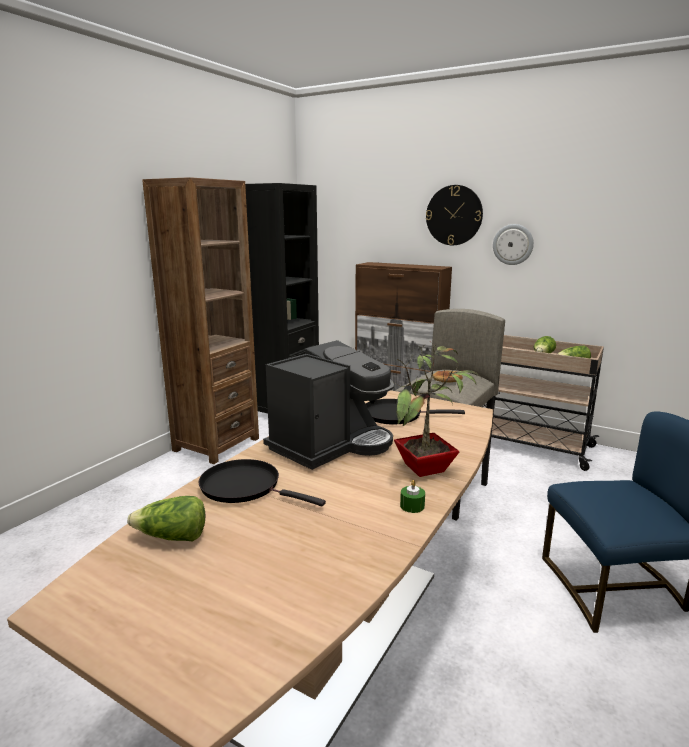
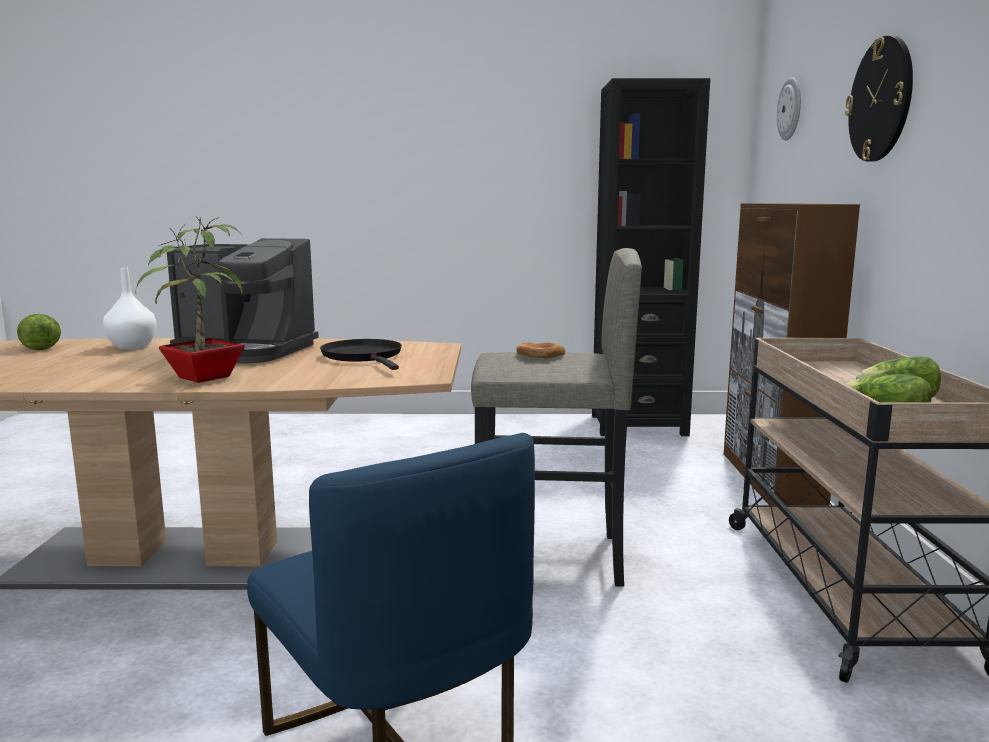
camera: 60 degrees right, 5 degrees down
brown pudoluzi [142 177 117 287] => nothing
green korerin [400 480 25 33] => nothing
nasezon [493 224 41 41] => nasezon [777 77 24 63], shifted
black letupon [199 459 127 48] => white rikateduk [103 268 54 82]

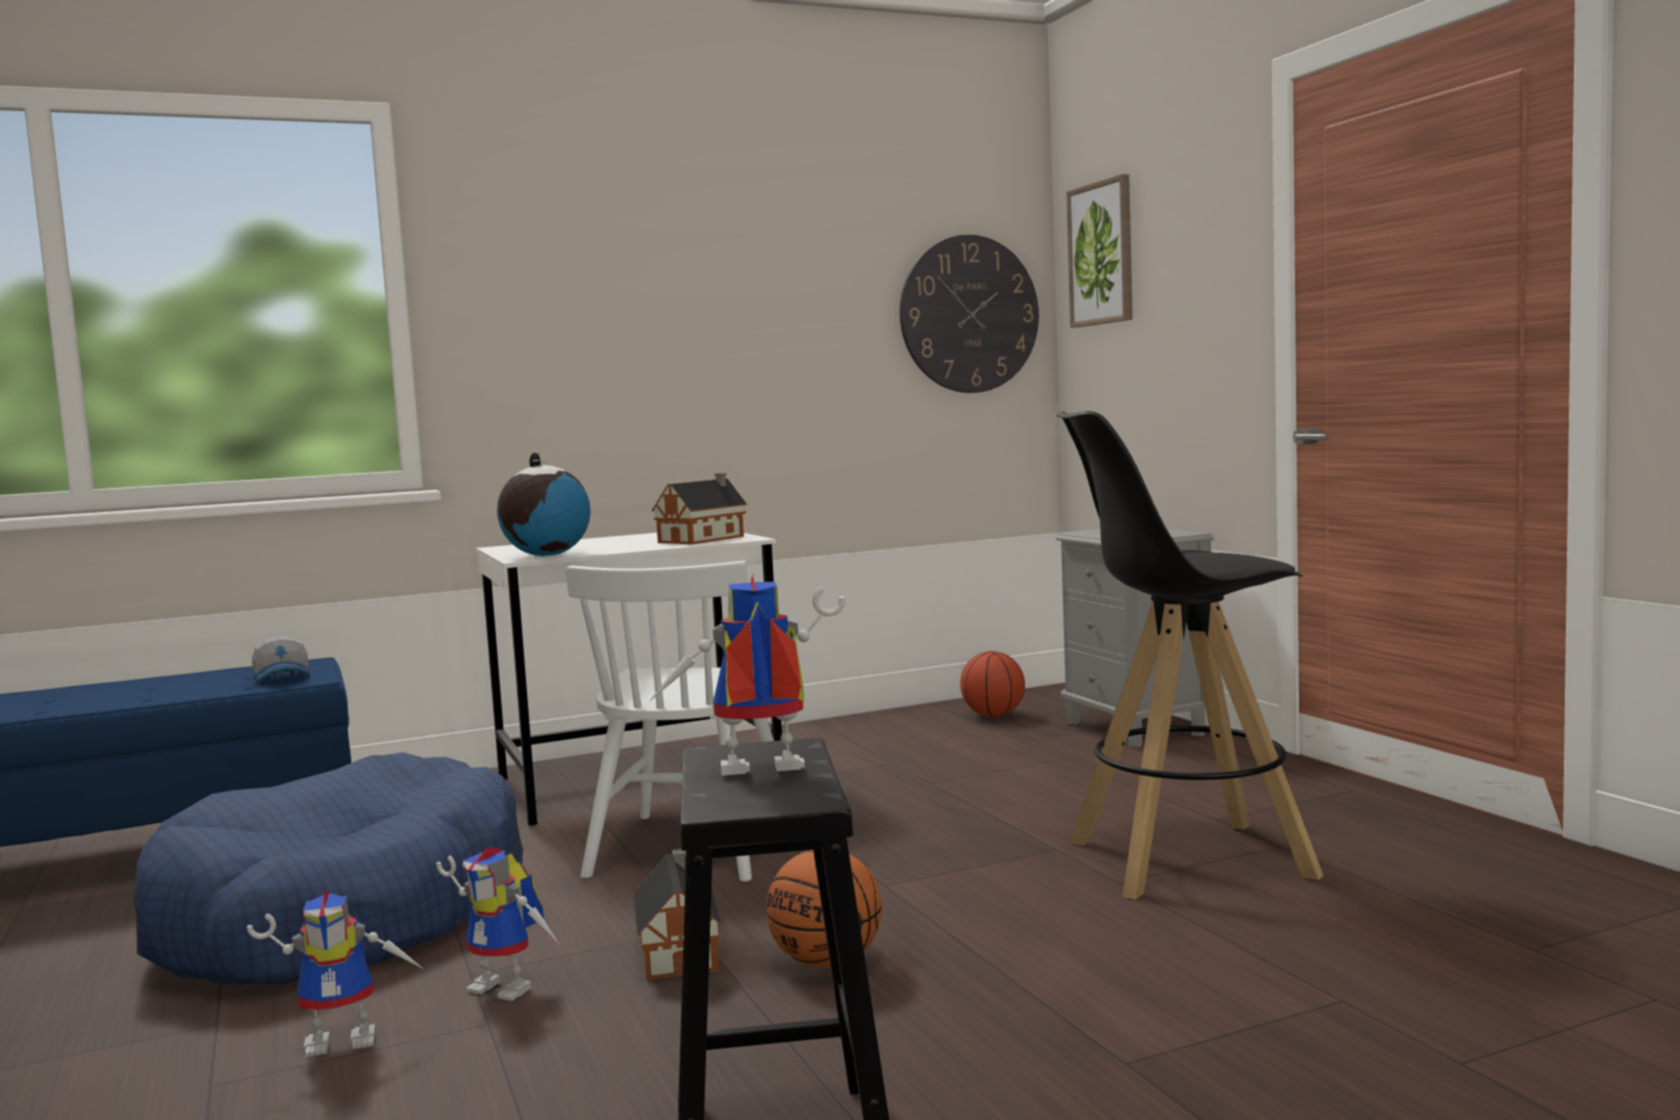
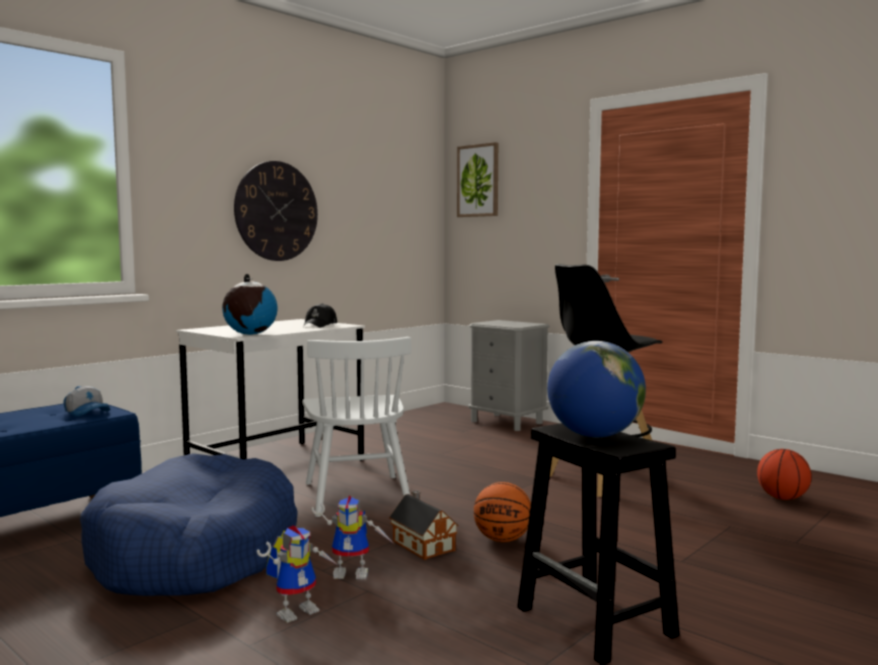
camera: 25 degrees left, 0 degrees up
nasezon [900 235 139 158] => nasezon [234 161 84 100], shifted
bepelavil [960 651 65 66] => bepelavil [757 449 55 51], shifted
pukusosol [649 574 196 202] => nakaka [547 341 99 96]
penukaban [652 473 95 72] => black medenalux [303 303 34 25]

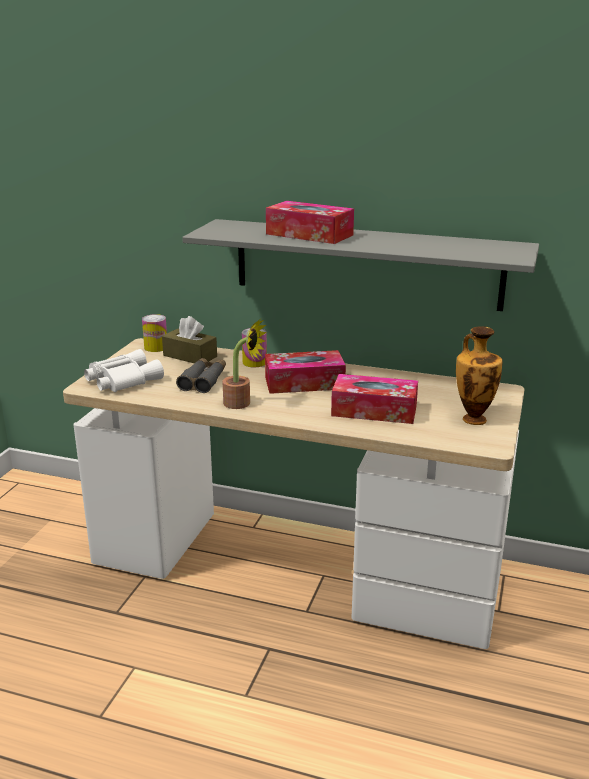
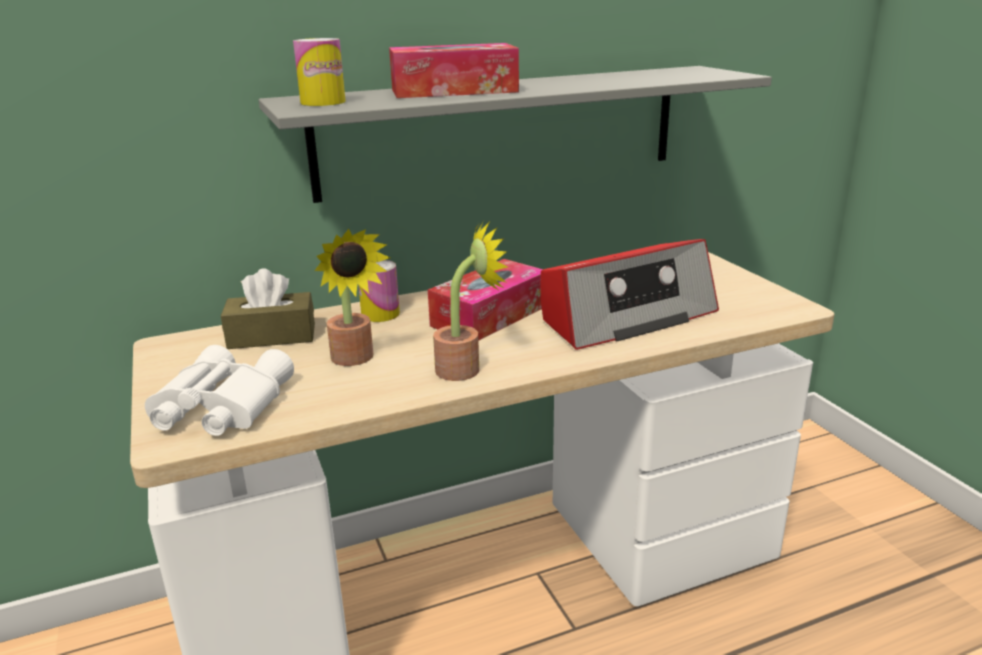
camera: 40 degrees left, 0 degrees up
rikateduk [456 326 46 99] => nothing
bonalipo [142 314 25 38] => bonalipo [293 38 53 68], shifted
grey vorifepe [176 358 50 35] => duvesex [315 229 76 137]
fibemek [331 374 87 50] => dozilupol [540 239 179 111]

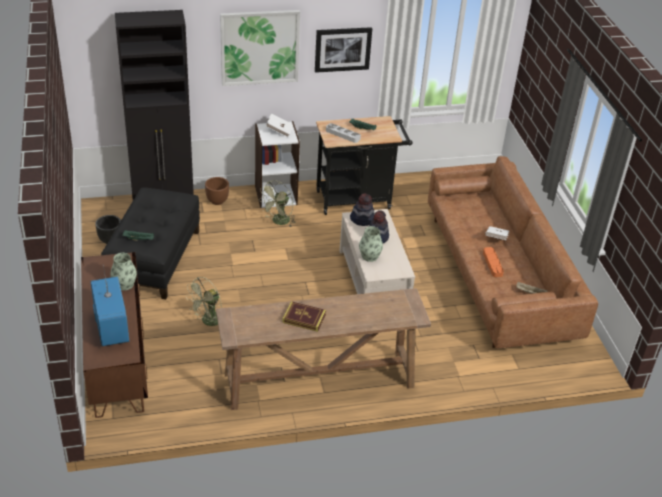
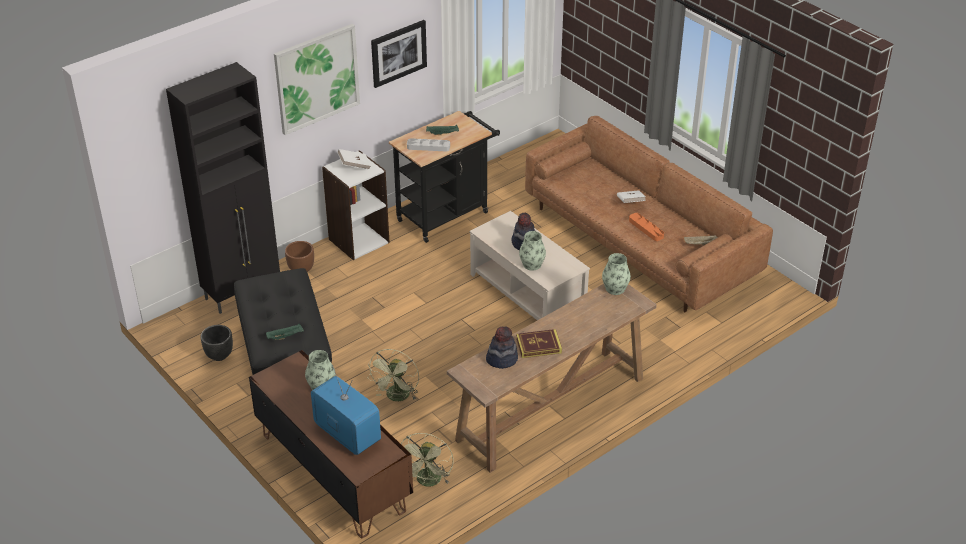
camera: 25 degrees left, 0 degrees up
nothing => rikateduk [602 253 29 42]
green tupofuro [259 180 37 47] => green tupofuro [401 433 53 53], shifted
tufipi [350 193 24 33] => tufipi [486 326 32 43], shifted

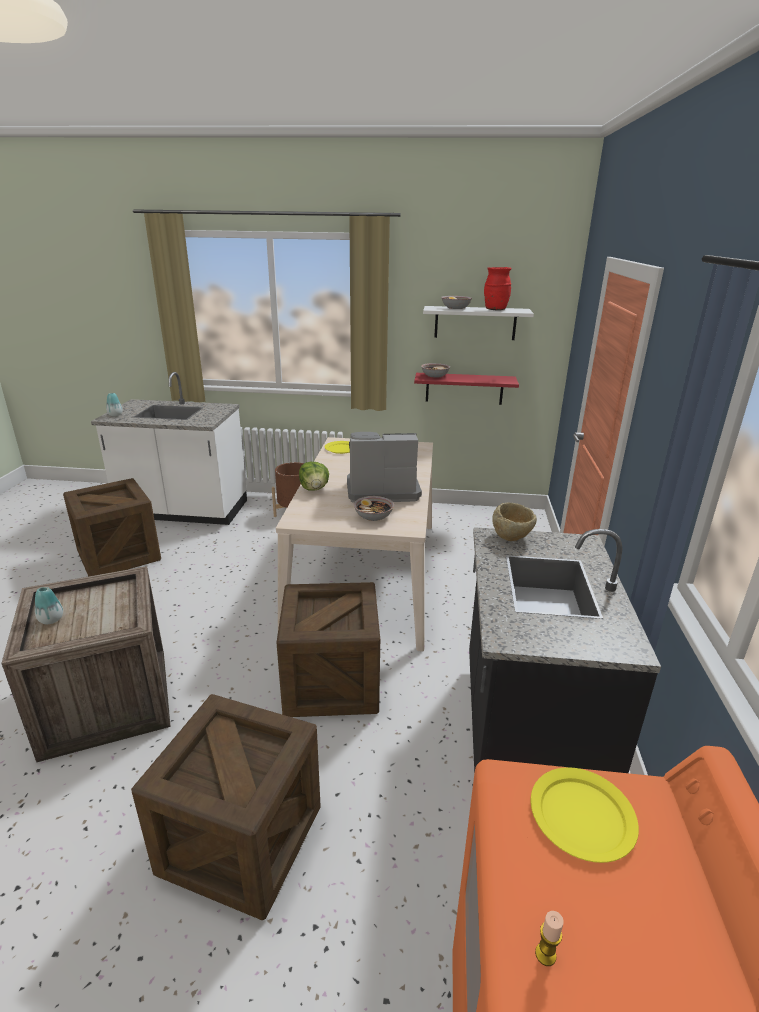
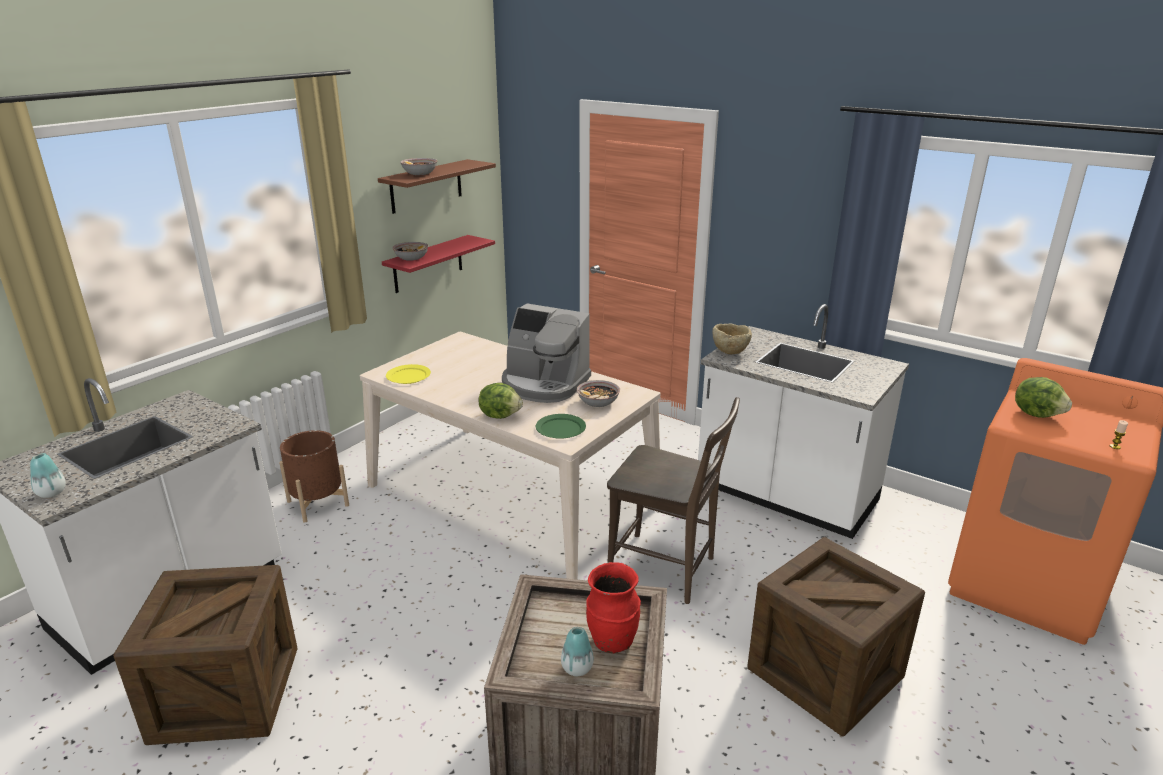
camera: 60 degrees left, 0 degrees up
nothing => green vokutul [536 414 50 25]
red rikateduk [484 267 28 44] => red rikateduk [586 562 55 91], shifted
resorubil [276 582 104 135] => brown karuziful [607 397 133 207]
yellow vokutul [531 767 108 96] => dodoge [1015 377 57 41]
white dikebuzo [423 306 111 34] => brown dikebuzo [378 159 118 55]
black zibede [469 527 192 246] => white zibede [698 304 211 235]
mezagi [347 432 75 71] => mezagi [502 303 89 100], 90 degrees counterclockwise

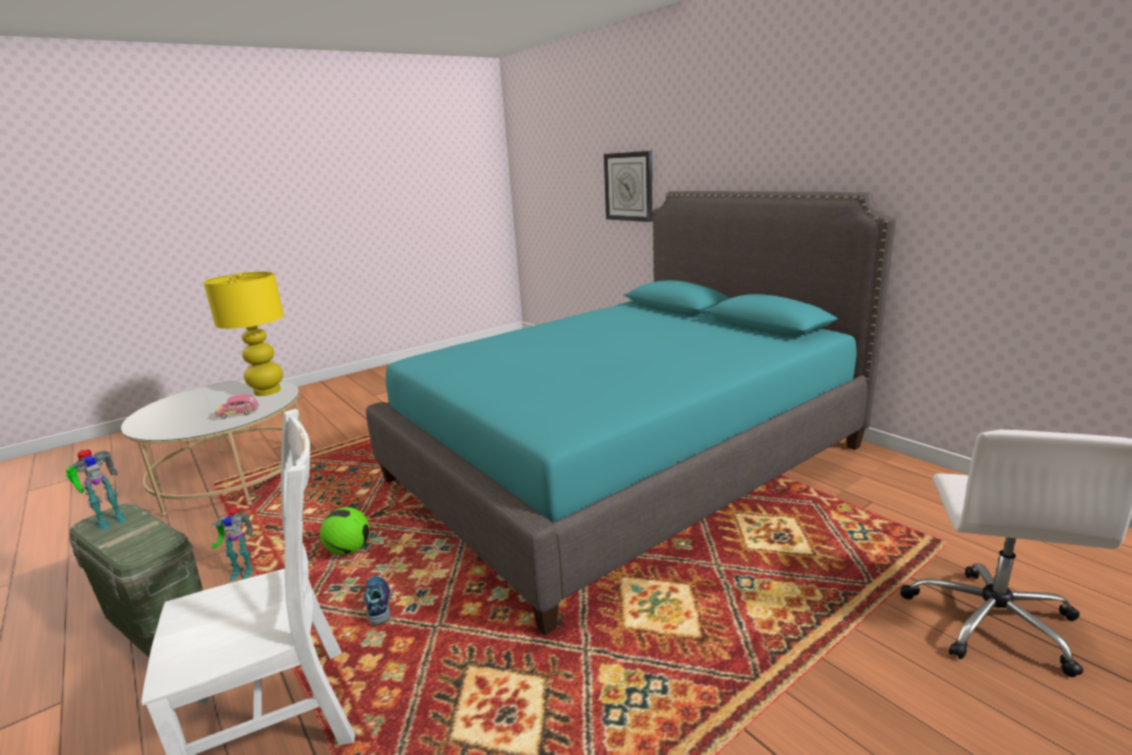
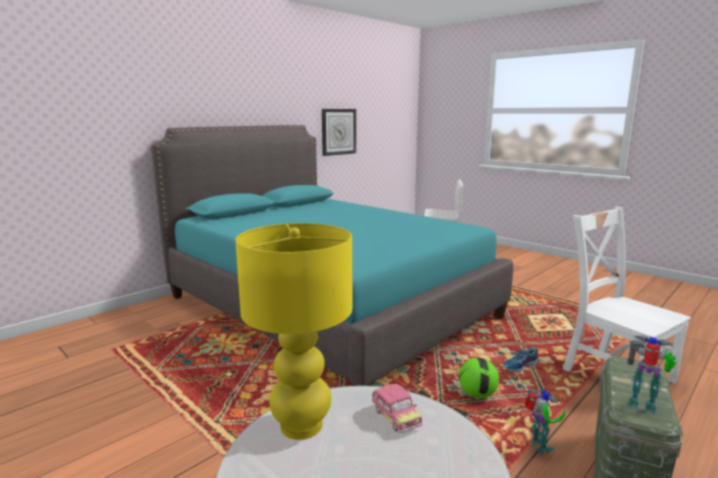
camera: 100 degrees left, 5 degrees down
nasezon [604 151 49 71] => nasezon [322 109 34 47], shifted

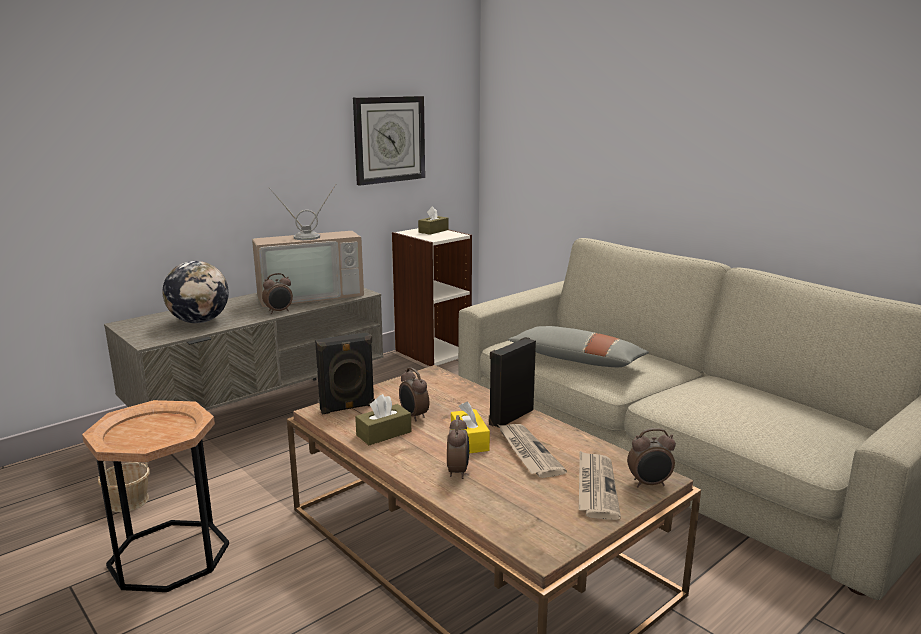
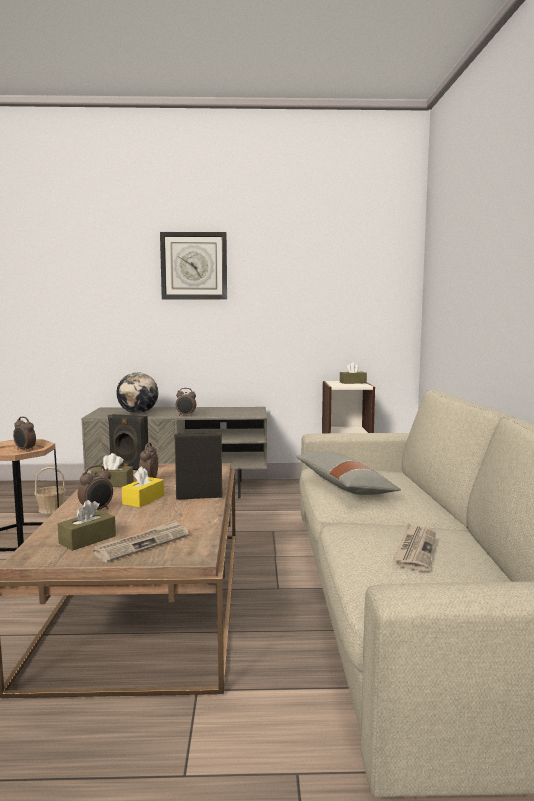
camera: 40 degrees right, 10 degrees down
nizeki [252 184 112 123] => nothing
nothing => brown fibemek [58 500 58 51]
nasezon [353 96 72 90] => nasezon [160 232 67 67], shifted
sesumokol [498 424 69 54] => sesumokol [393 523 43 48], shifted
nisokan [627 428 49 59] => nisokan [13 417 23 35], shifted

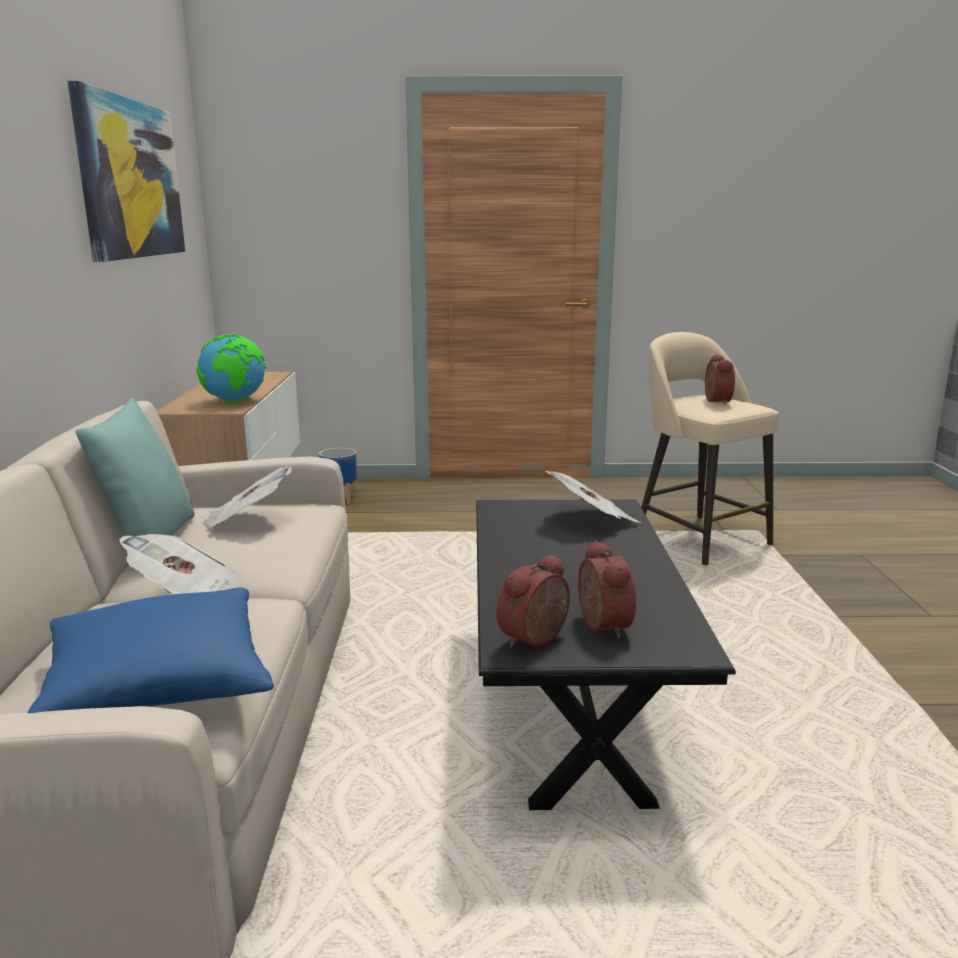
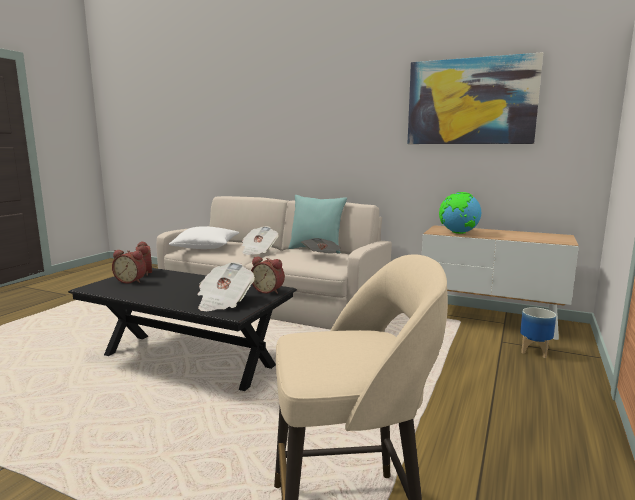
camera: 115 degrees right, 5 degrees down
nisokan [705 354 30 51] => nisokan [251 256 34 38], shifted
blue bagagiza [27 588 247 125] => white bagagiza [169 226 71 23]

